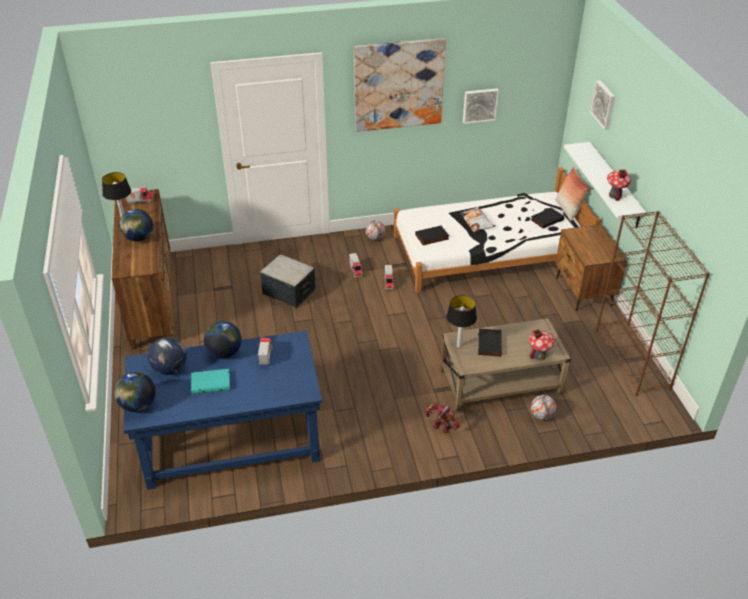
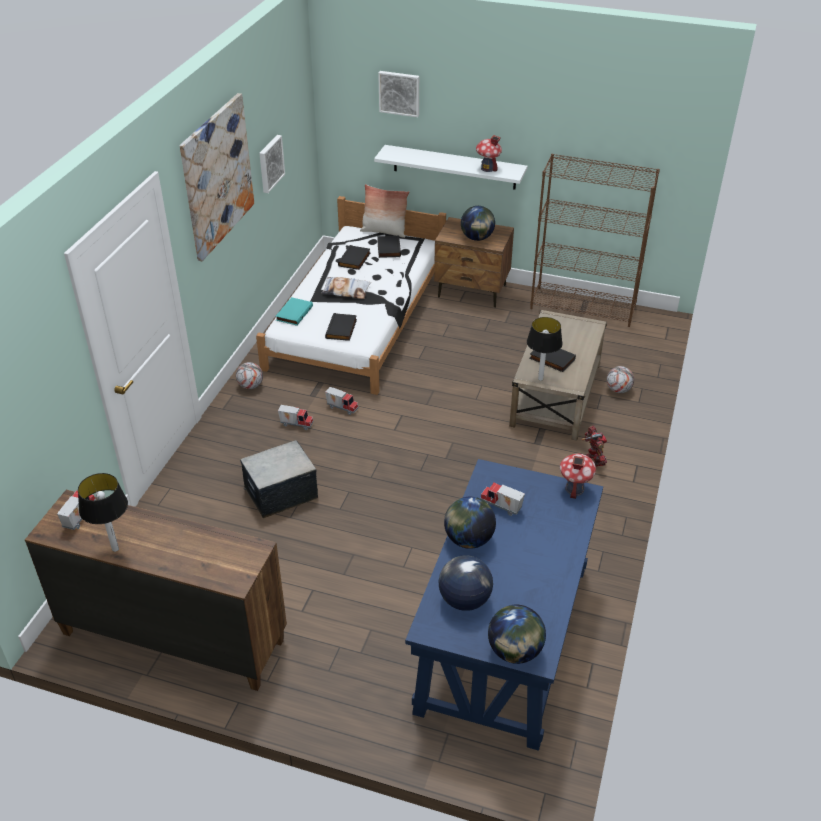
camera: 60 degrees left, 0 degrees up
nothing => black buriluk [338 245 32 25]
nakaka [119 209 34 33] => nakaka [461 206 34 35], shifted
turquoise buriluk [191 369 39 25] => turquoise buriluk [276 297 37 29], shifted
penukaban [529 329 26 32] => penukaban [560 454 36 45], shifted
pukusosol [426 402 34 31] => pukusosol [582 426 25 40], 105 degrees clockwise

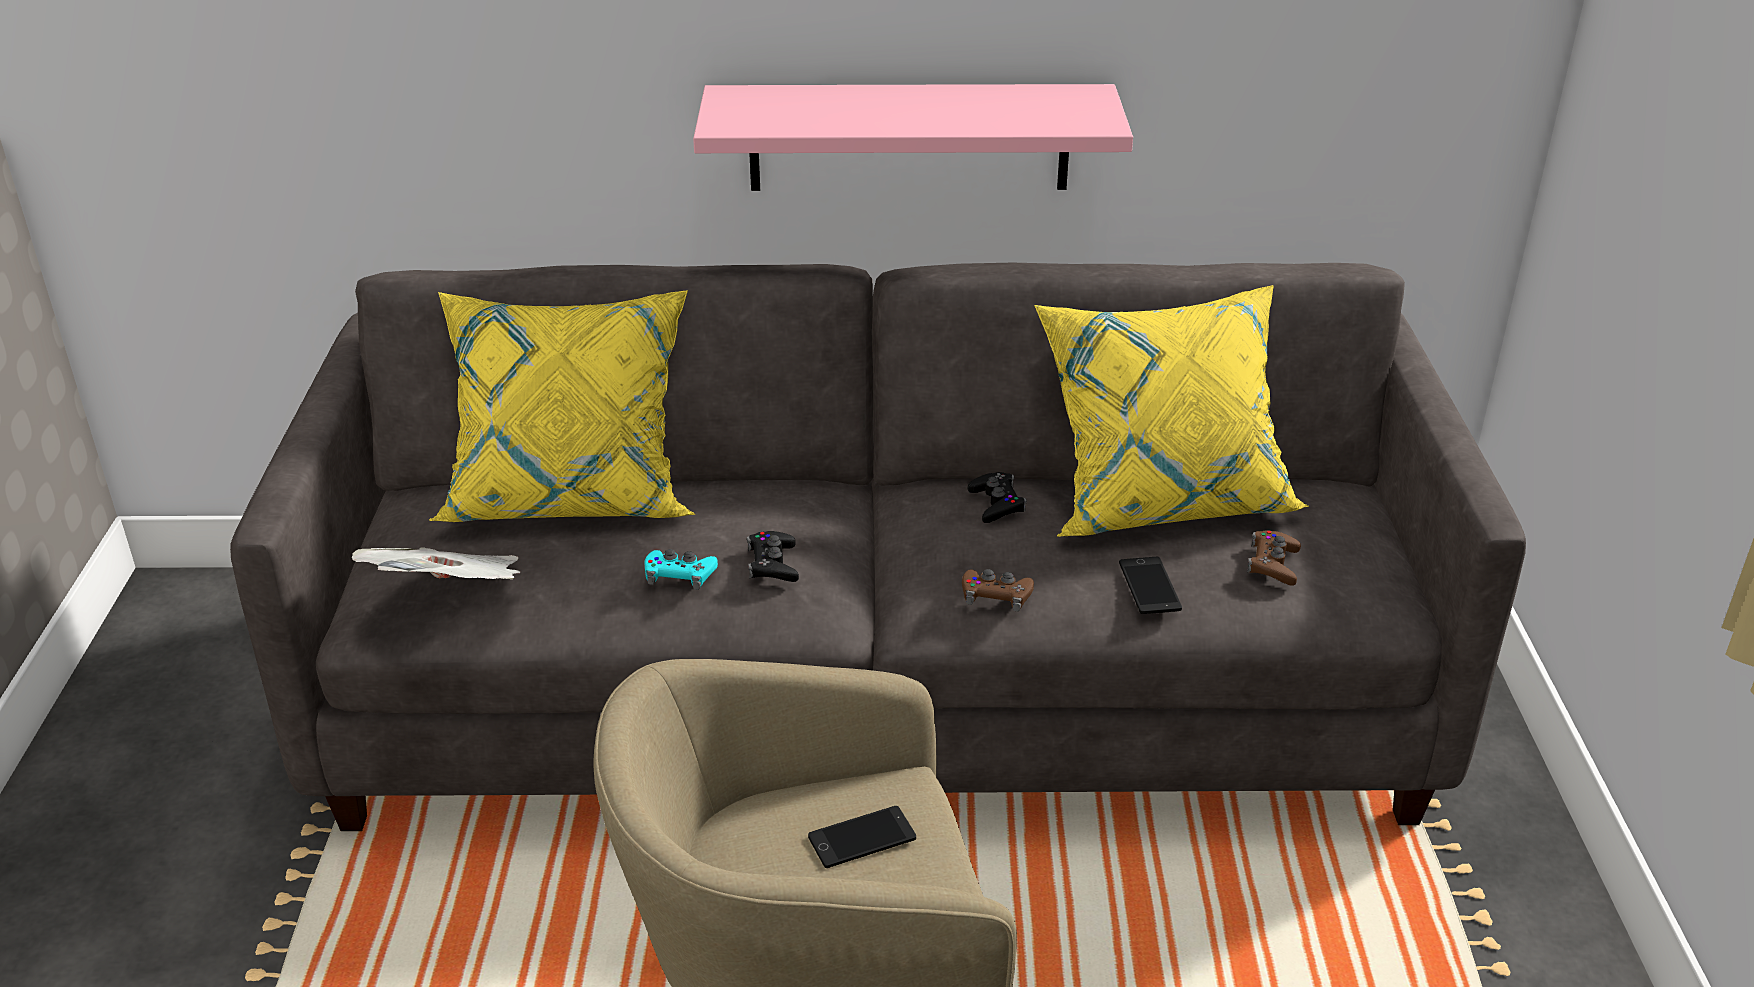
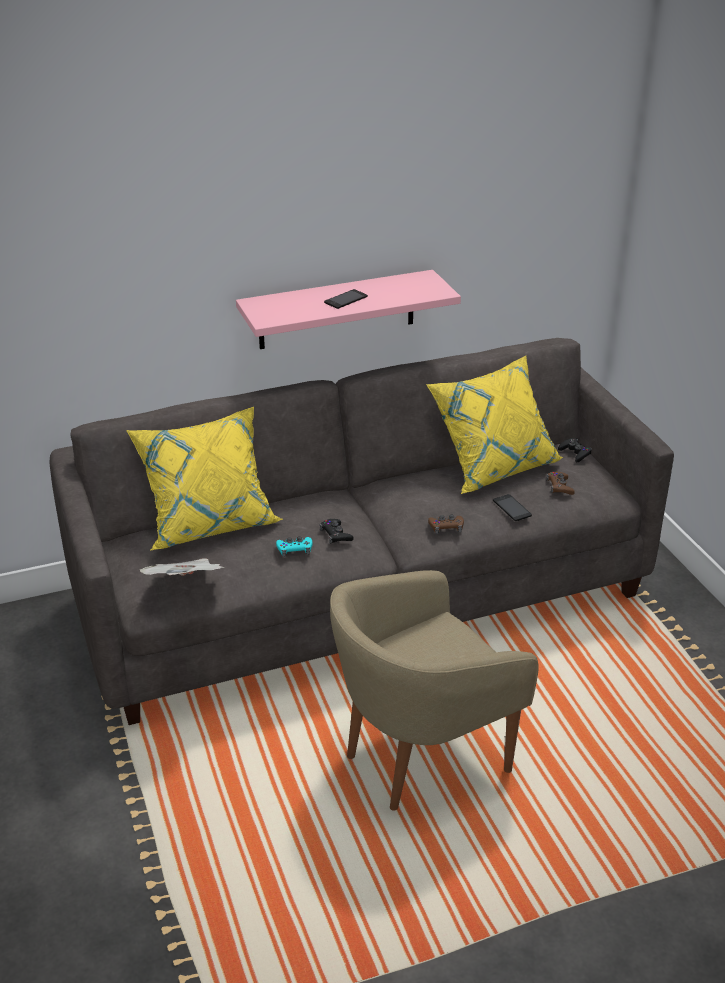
camera: 20 degrees left, 0 degrees up
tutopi [808 806 108 62] => tutopi [324 289 44 20], shifted
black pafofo [968 472 59 51] => black pafofo [558 438 34 24], shifted

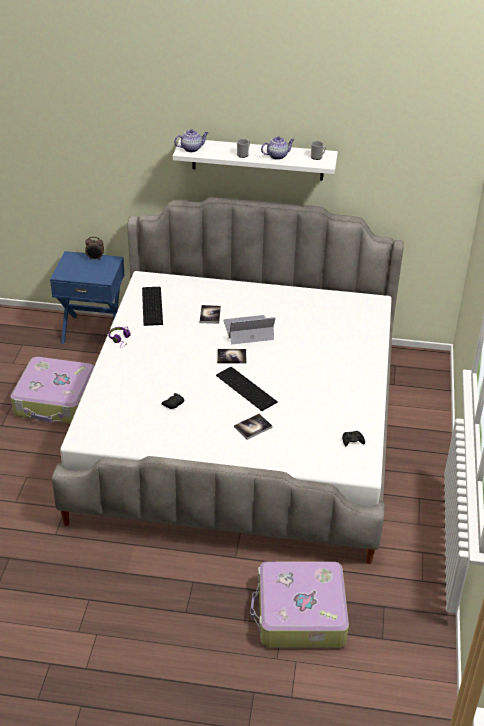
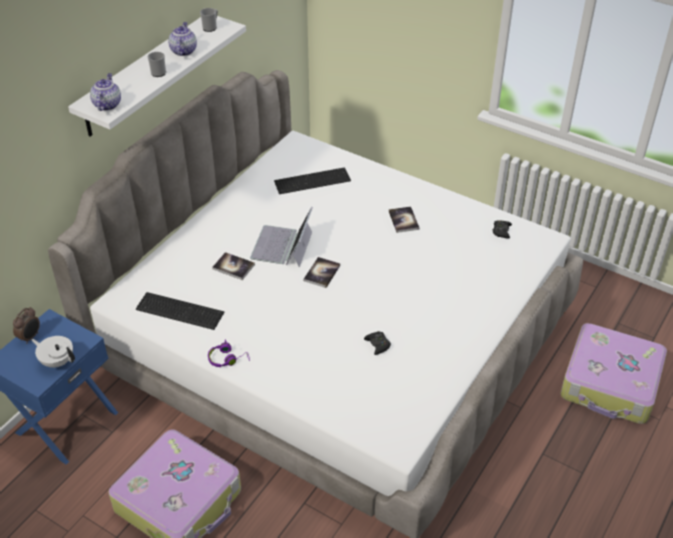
camera: 65 degrees left, 5 degrees up
nothing => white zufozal [32 336 43 32]
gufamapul [216 367 62 44] => gufamapul [274 167 77 27], shifted
buriluk [234 414 38 26] => buriluk [389 206 30 27], shifted

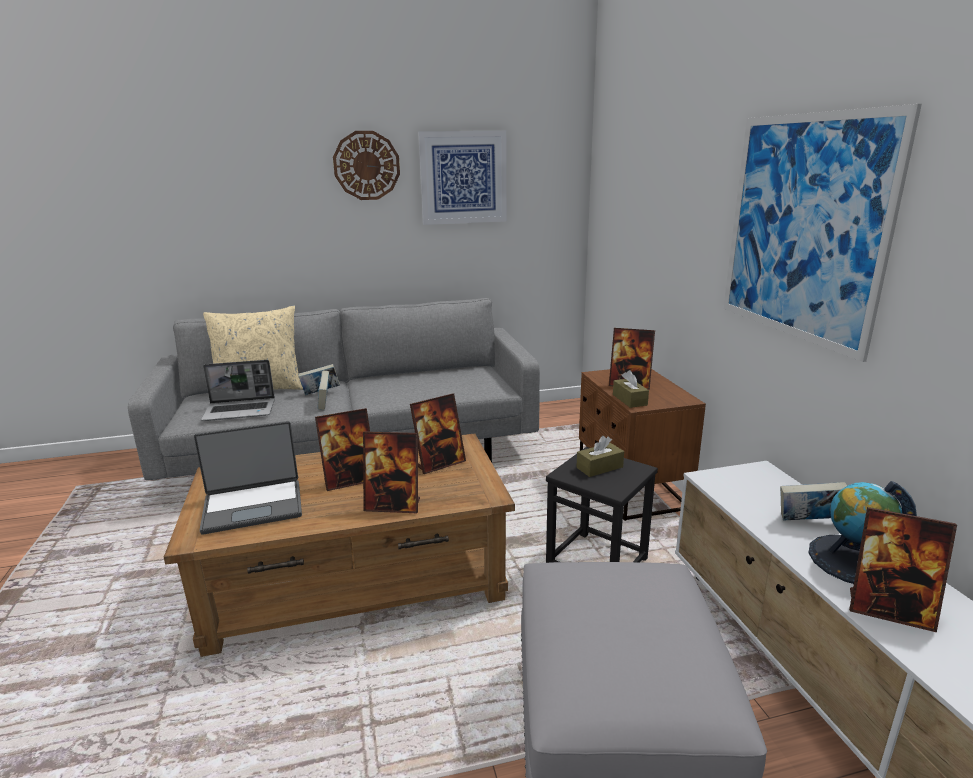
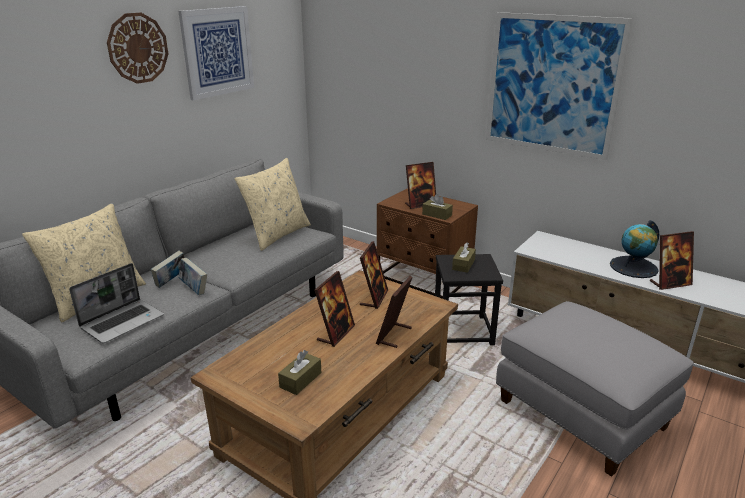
camera: 40 degrees left, 5 degrees up
buriluk [780 482 67 39] => nothing
nothing => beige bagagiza [235 158 76 93]
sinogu [194 421 108 113] => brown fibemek [278 350 43 45]
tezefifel [363 431 57 82] => tezefifel [376 276 37 72], 150 degrees clockwise

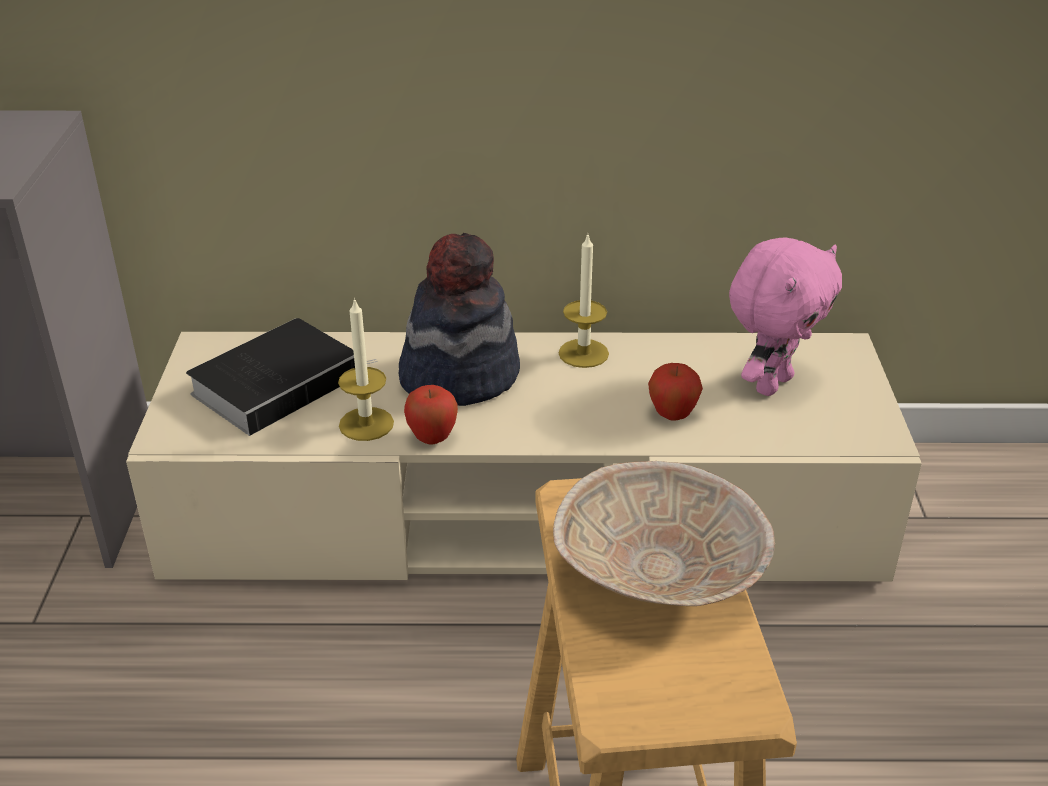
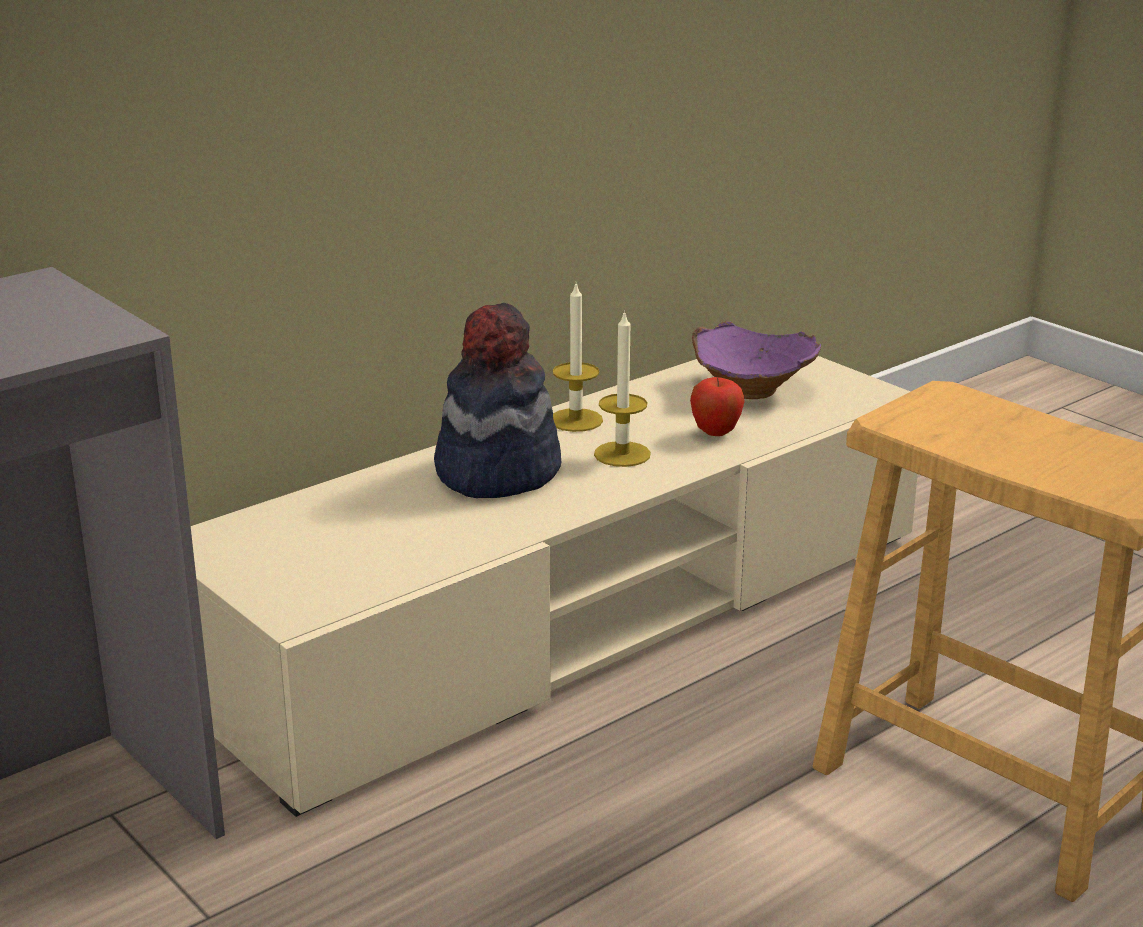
camera: 40 degrees left, 10 degrees down
buriluk [186 318 192 118] => nothing
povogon [404 385 54 60] => nothing
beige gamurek [553 461 222 145] => nothing
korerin [338 297 56 144] => korerin [594 310 57 157], shifted
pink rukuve [729 237 113 159] => purple gamurek [692 321 129 78]

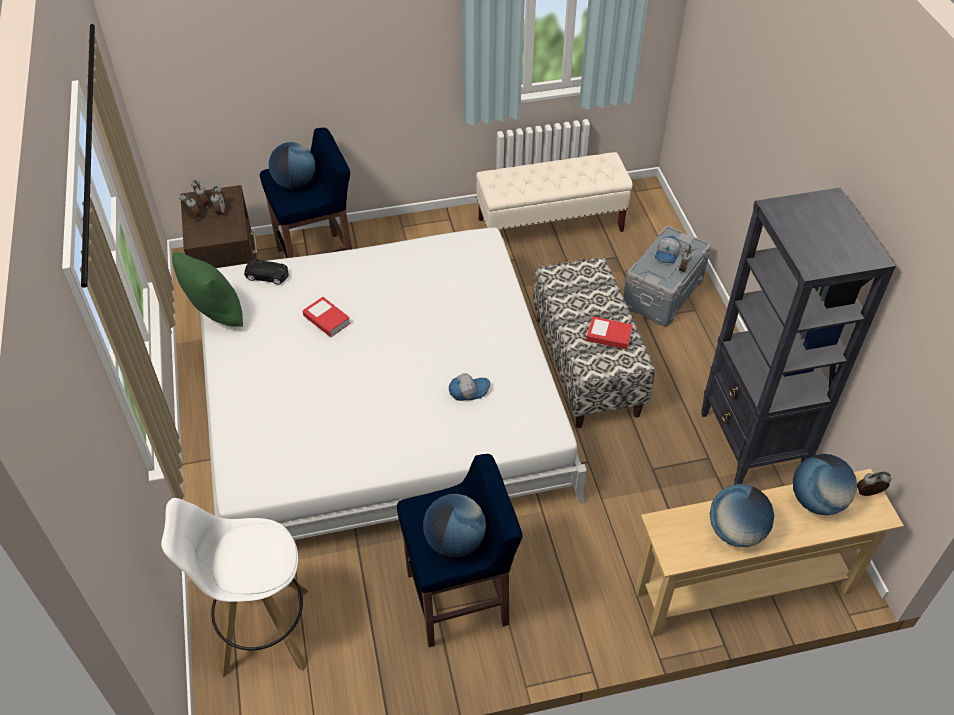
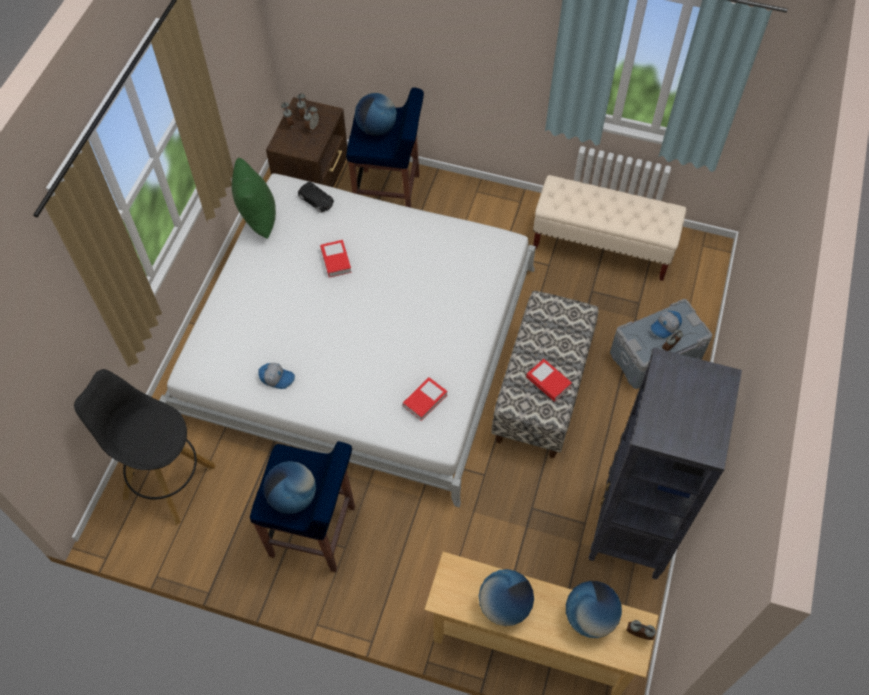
camera: 30 degrees right, 10 degrees up
nothing => buriluk [403 377 45 44]
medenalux [449 373 41 28] => medenalux [258 363 37 26], shifted
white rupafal [161 498 148 179] => black rupafal [74 369 141 156]

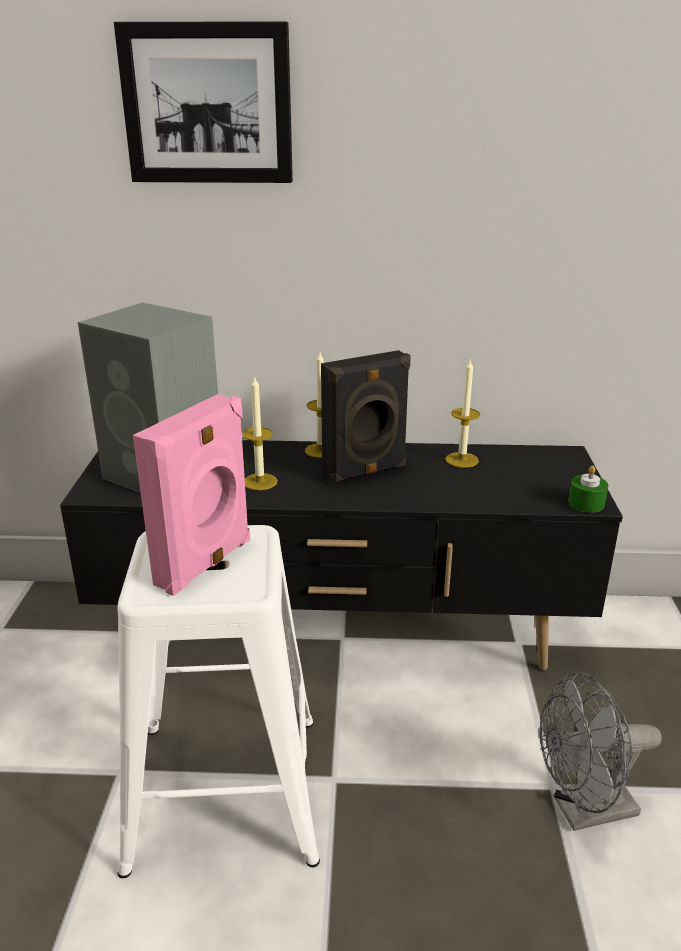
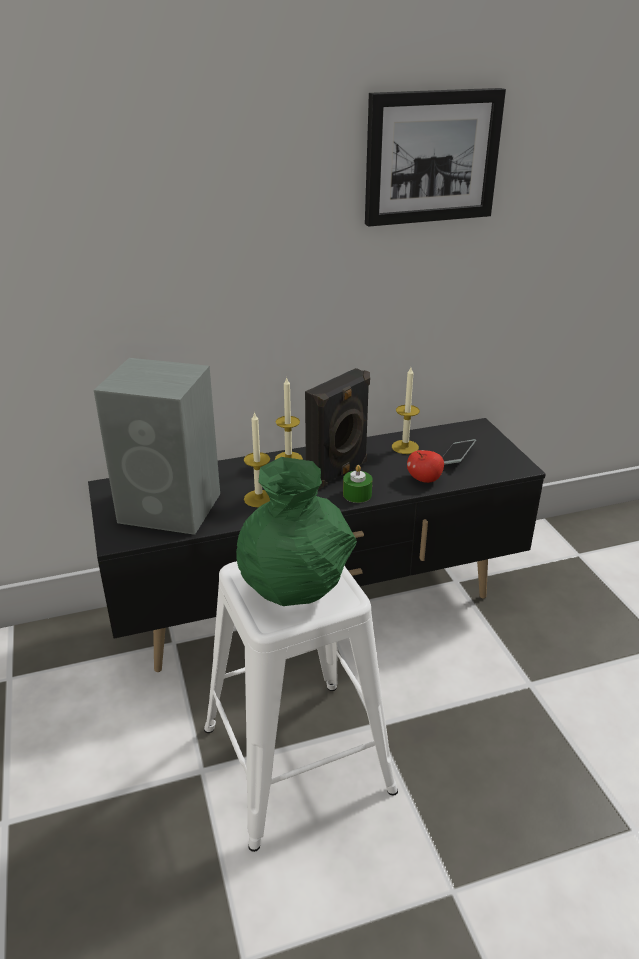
camera: 20 degrees left, 5 degrees up
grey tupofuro [540 672 122 159] => nothing
nothing => povogon [407 450 37 33]
nothing => tutopi [442 439 34 26]
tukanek [114 21 179 162] => tukanek [365 88 141 139], shifted
green korerin [568 466 40 46] => green korerin [343 465 29 38], shifted
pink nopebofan [133 394 117 202] => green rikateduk [236 457 121 149]

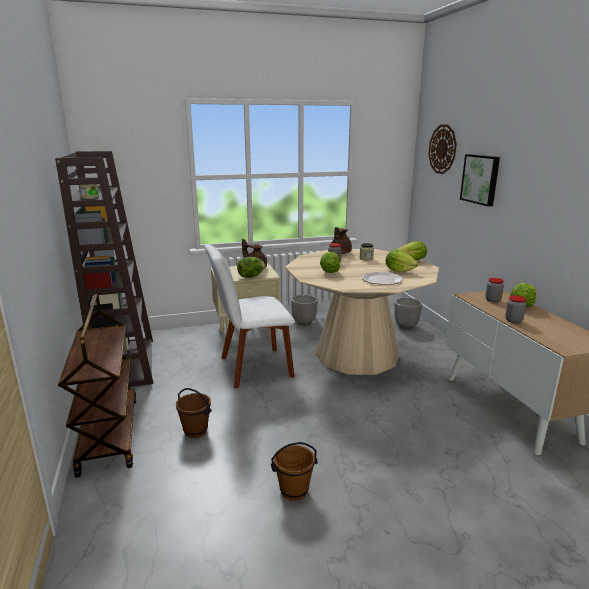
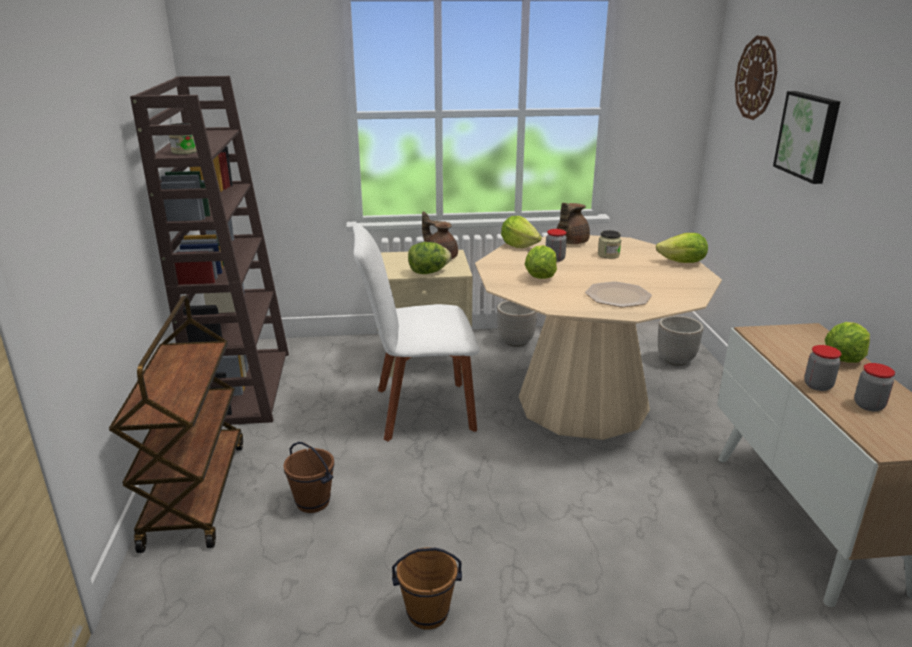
camera: 10 degrees right, 5 degrees up
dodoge [385 250 33 22] => dodoge [501 216 41 32], shifted
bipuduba [485 278 19 24] => bipuduba [854 363 41 48], shifted

